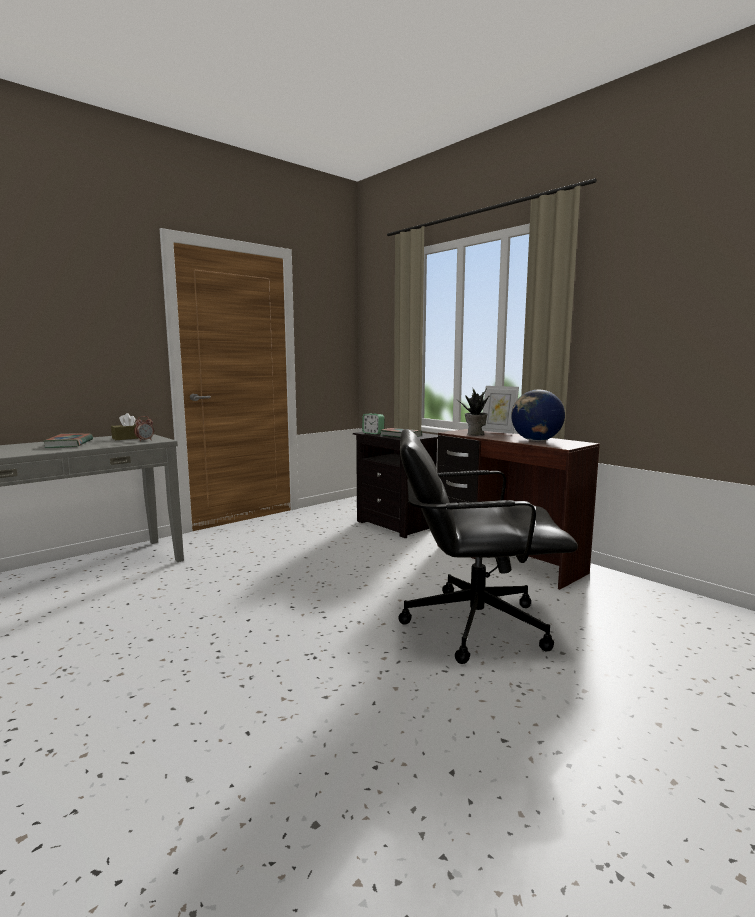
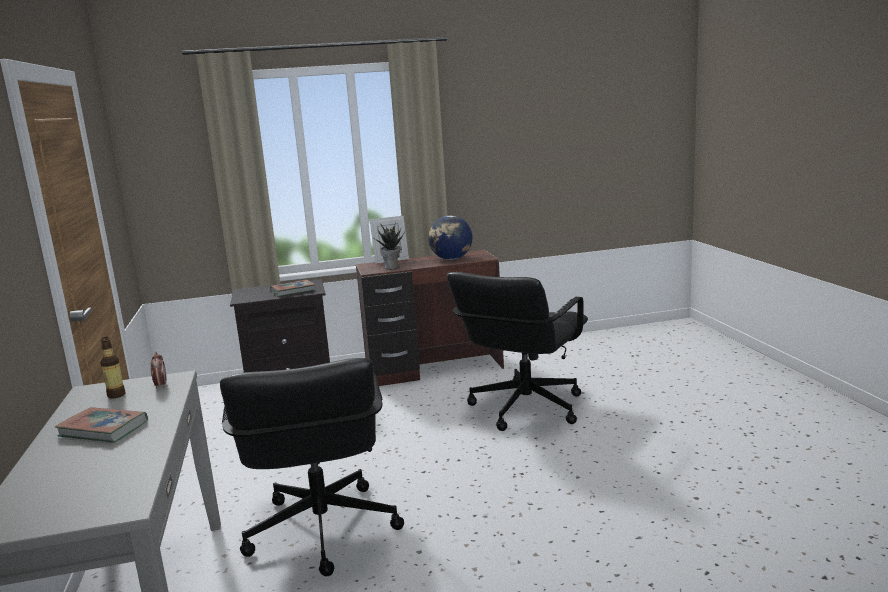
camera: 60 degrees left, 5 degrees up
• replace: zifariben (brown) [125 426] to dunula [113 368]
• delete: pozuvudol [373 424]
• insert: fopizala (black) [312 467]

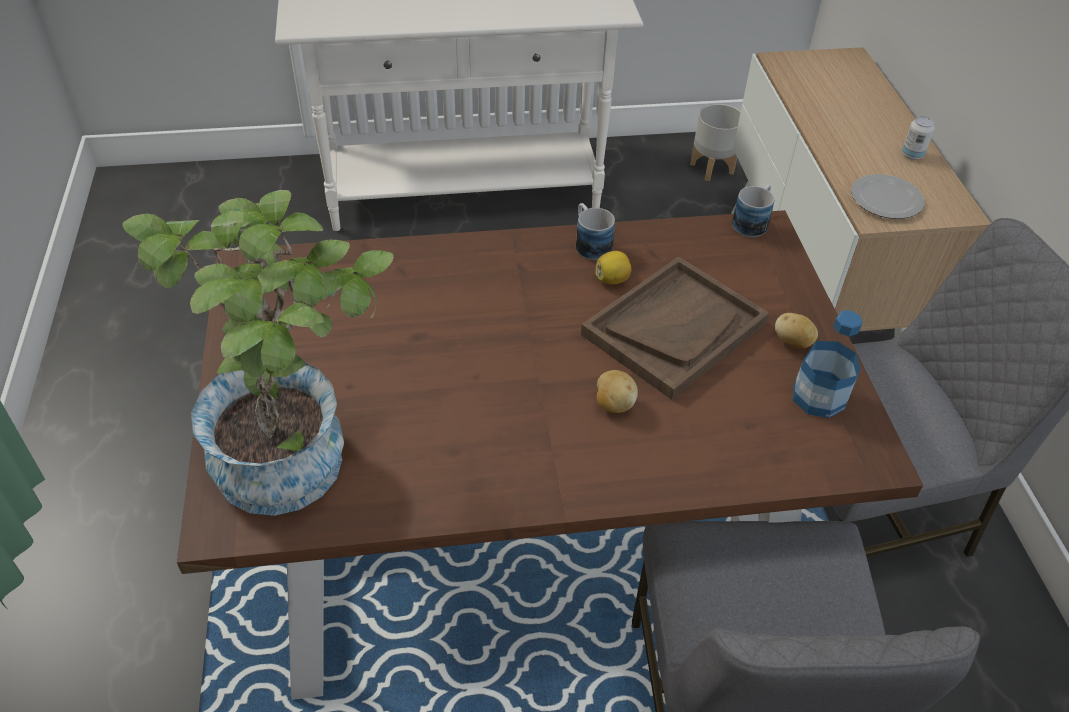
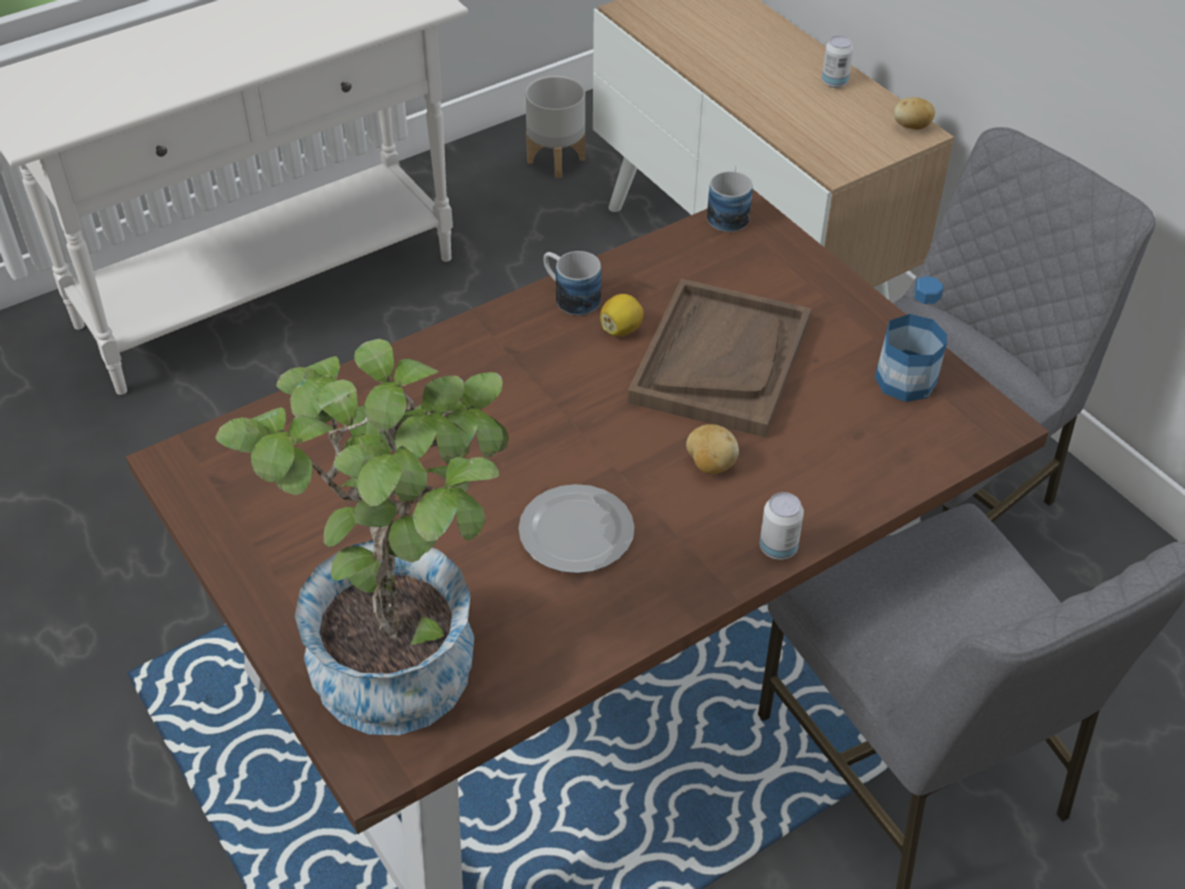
camera: 25 degrees left, 0 degrees up
• move: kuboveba [796 331] to [914 113]
• move: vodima [888 196] to [576 528]
• insert: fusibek [781 526]

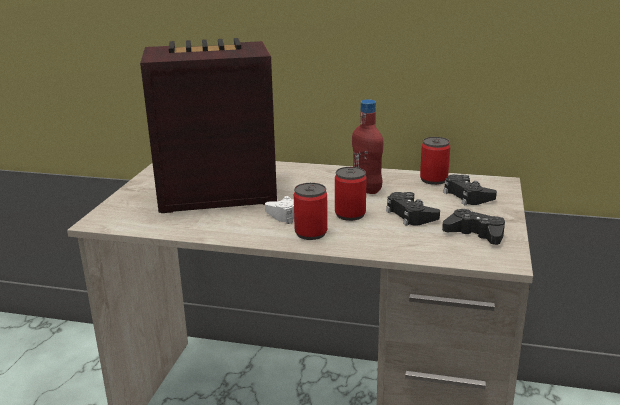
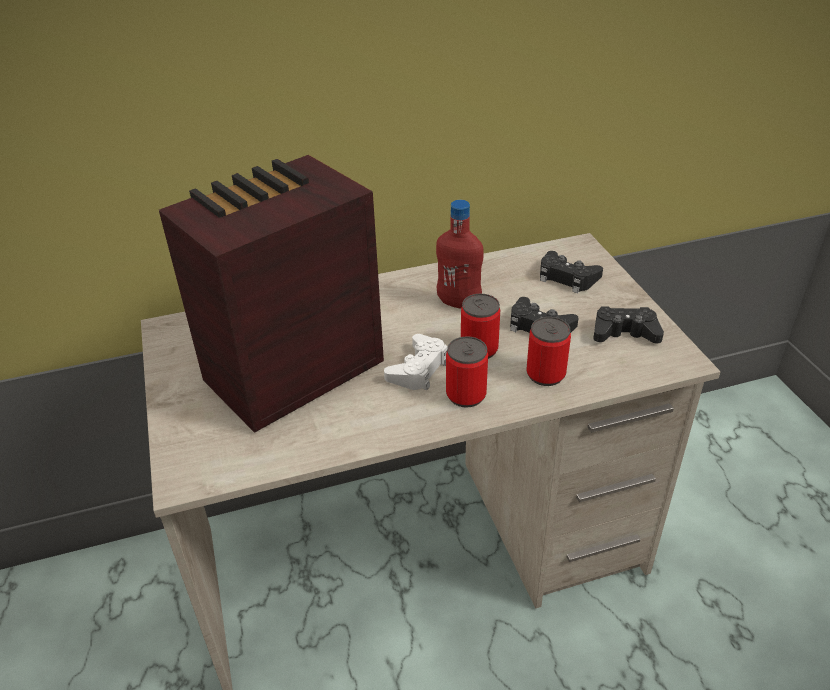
camera: 30 degrees left, 15 degrees up
• move: fusibek [435 161] to [549 351]

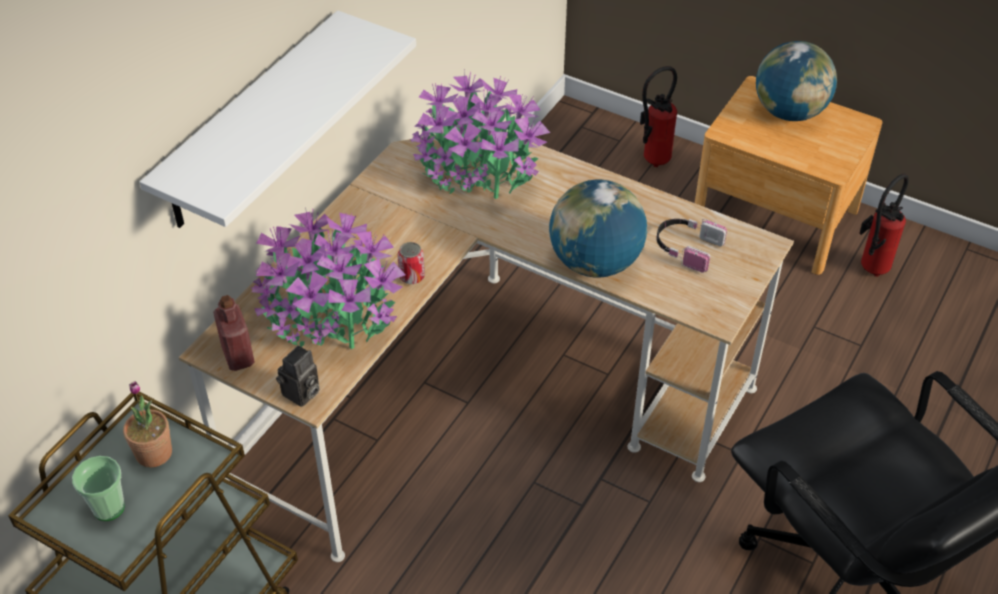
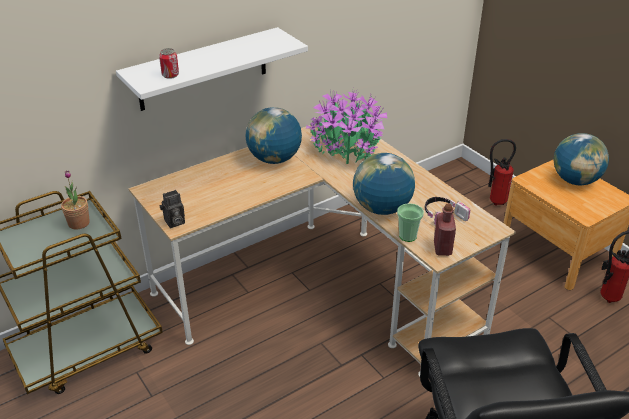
camera: 25 degrees right, 10 degrees down
• move: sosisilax [98 488] to [410 222]
• move: dunula (red) [234 333] to [445 230]
• delete: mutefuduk [328 278]
• move: fusibek [411 263] to [169 63]
• insert: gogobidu [274 135]

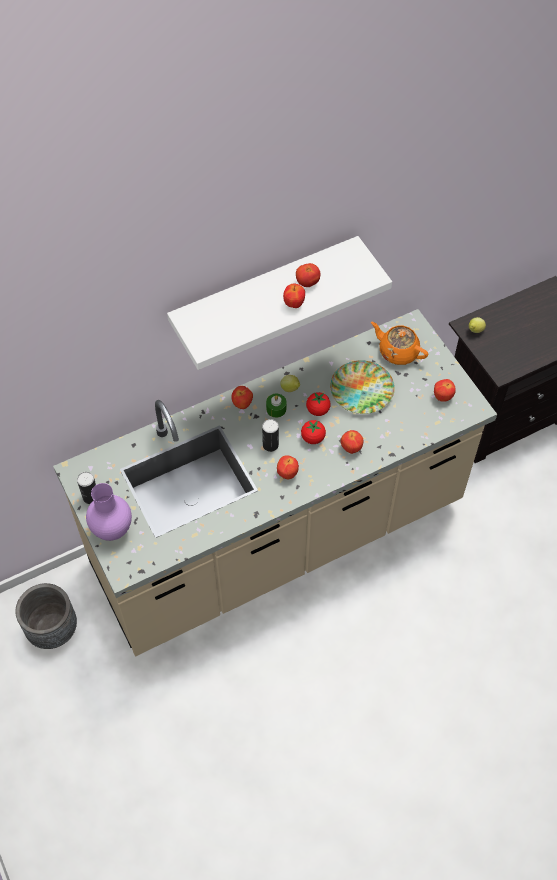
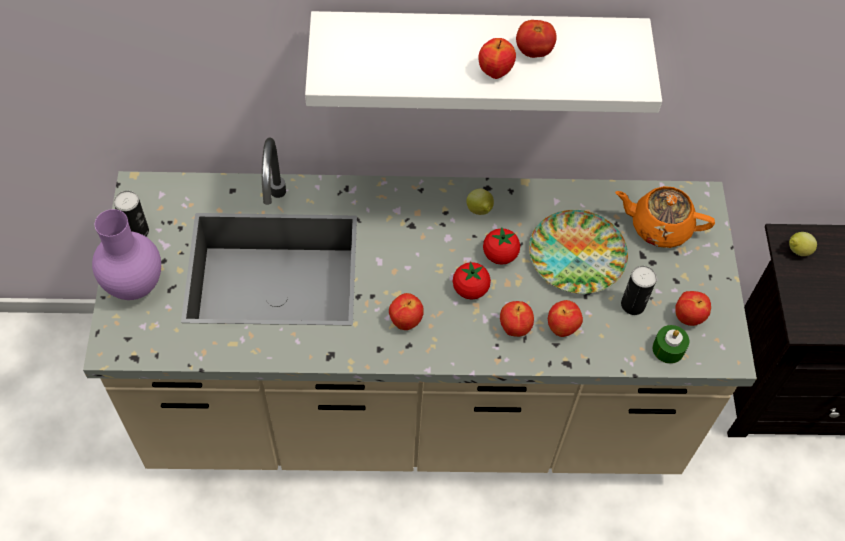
camera: 25 degrees right, 0 degrees up
• delete: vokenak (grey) [46 616]
• move: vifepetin [242 397] to [565 318]
• move: fusibek [270 435] to [639 290]
• move: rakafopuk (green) [276 406] to [670 344]
• rotate: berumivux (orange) [399 343] = [665 217] 45 degrees counterclockwise

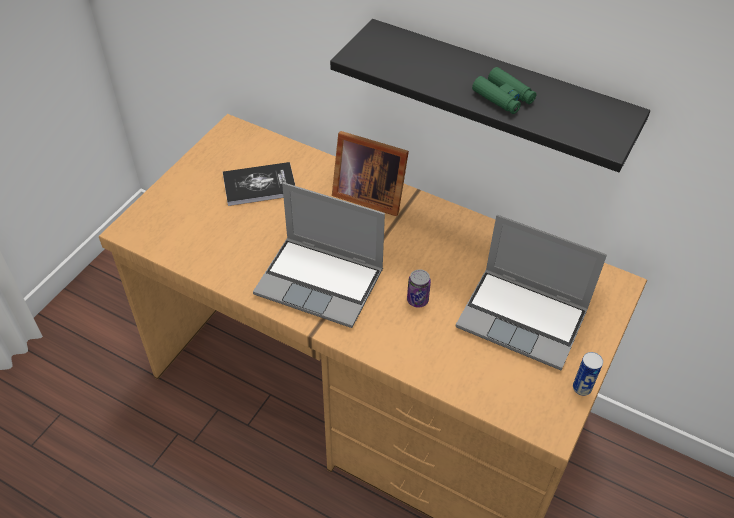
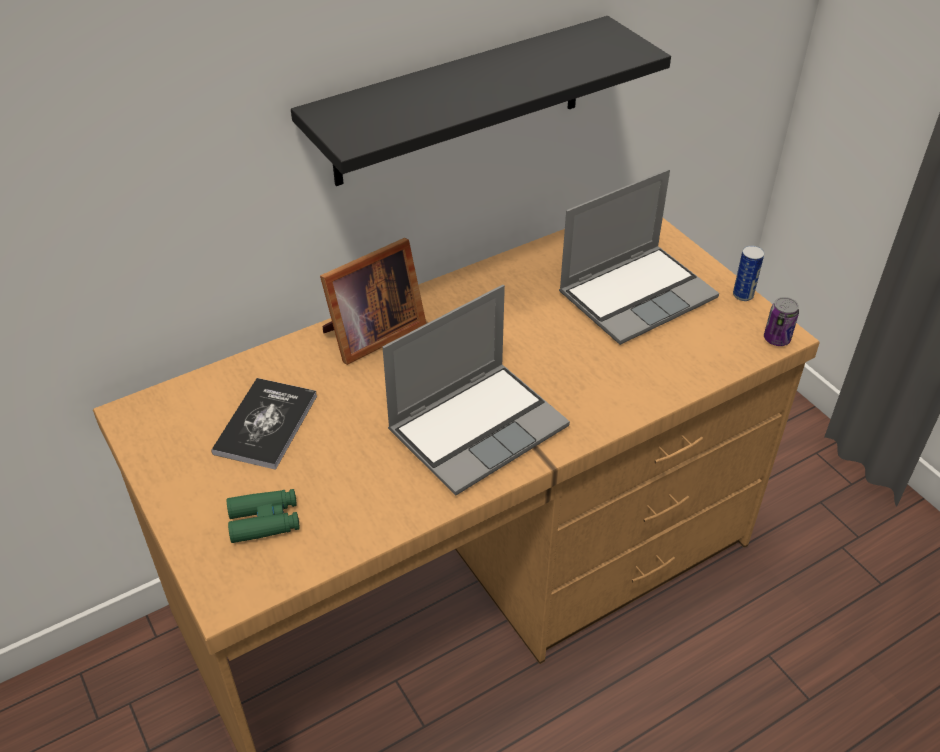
camera: 60 degrees left, 5 degrees down
• move: fusibek [419 288] to [781 321]
• move: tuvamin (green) [504 90] to [263 516]

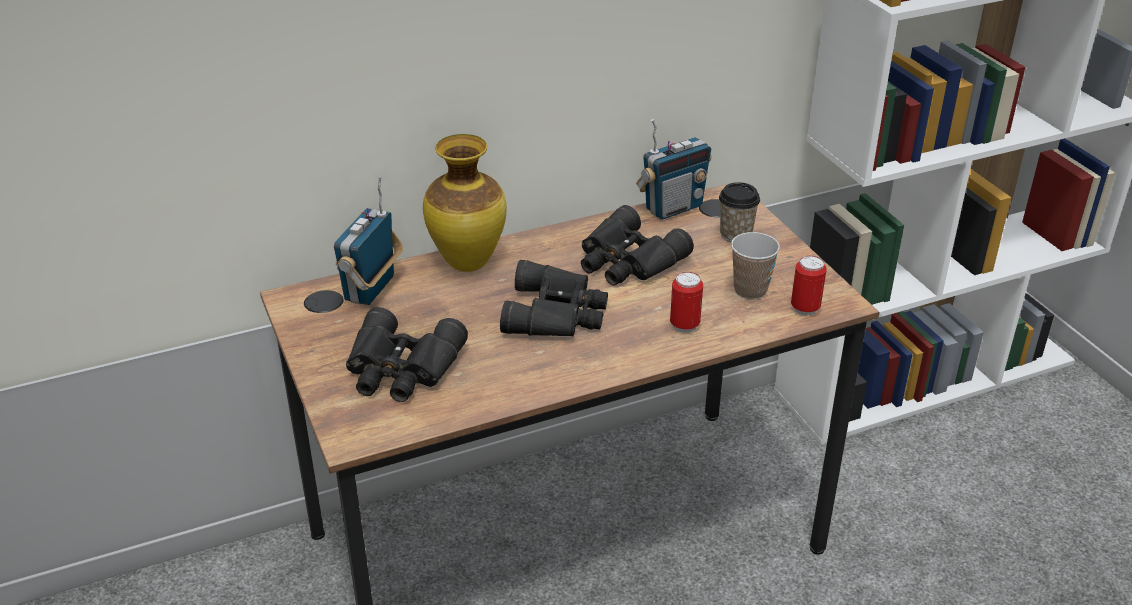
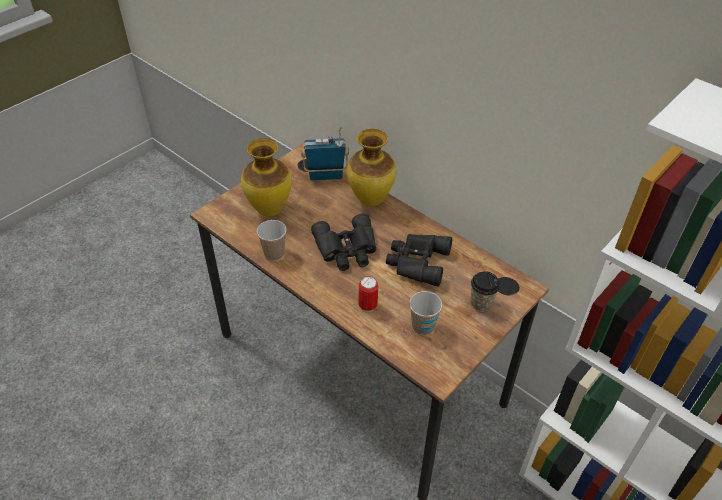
camera: 65 degrees right, 10 degrees up
• replace: tuvamin (black) [407 354] to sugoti [266 177]
• delete: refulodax [673 169]
• delete: fusibek [809 286]
• insert: sosisilax [272 240]

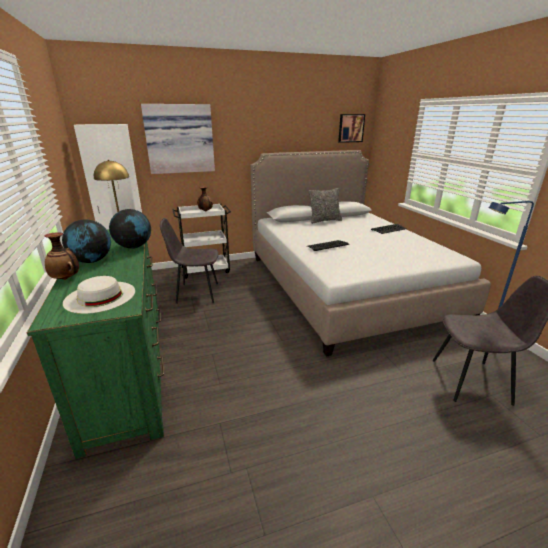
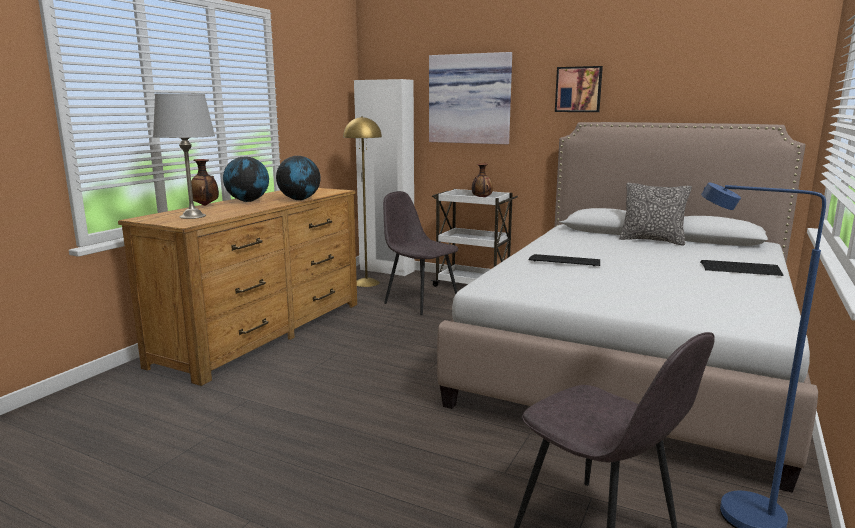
camera: 45 degrees right, 10 degrees down
• recolor: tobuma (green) [95 344] to tobuma (brown) [237 287]
• replace: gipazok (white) [99 295] to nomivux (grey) [184 156]
• move: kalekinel [351 128] to [579 89]

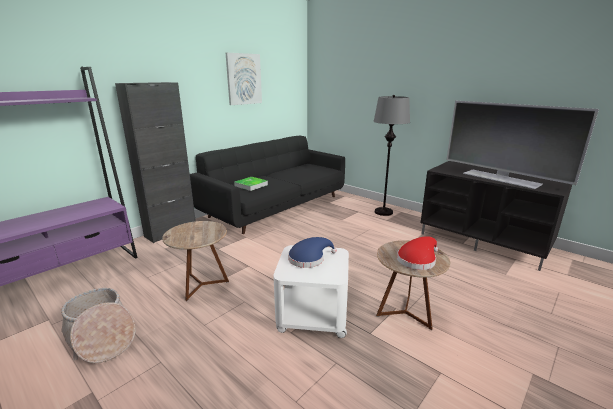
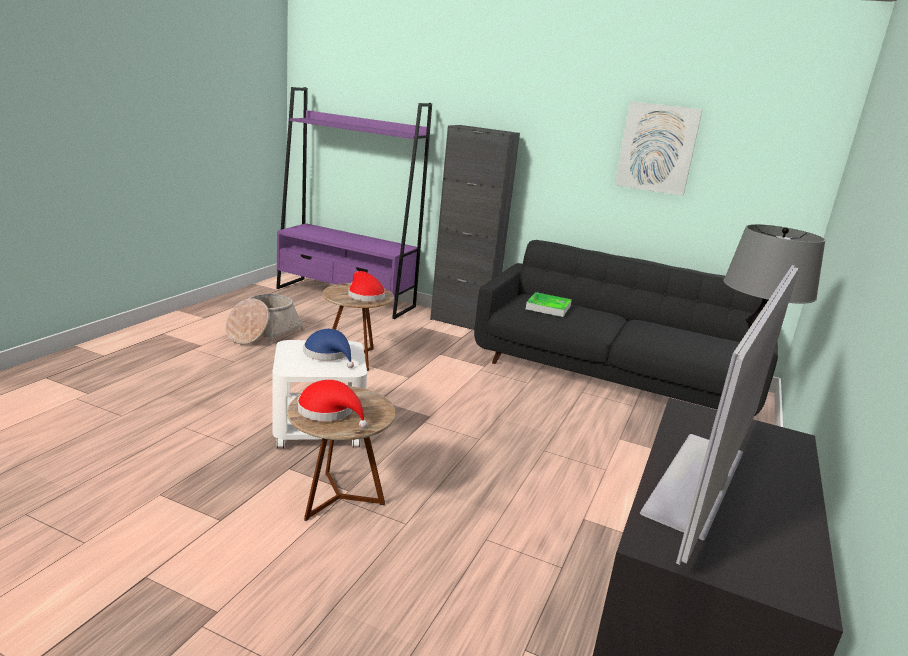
camera: 70 degrees right, 0 degrees up
• insert: gipazok (red) [366 286]

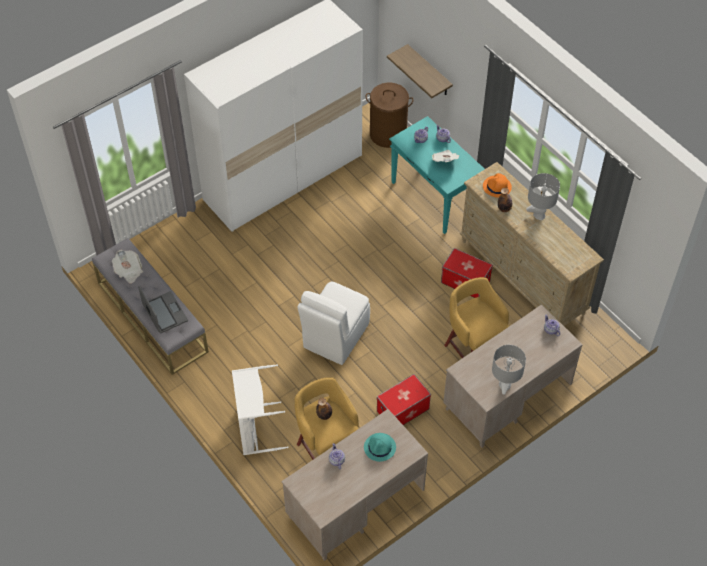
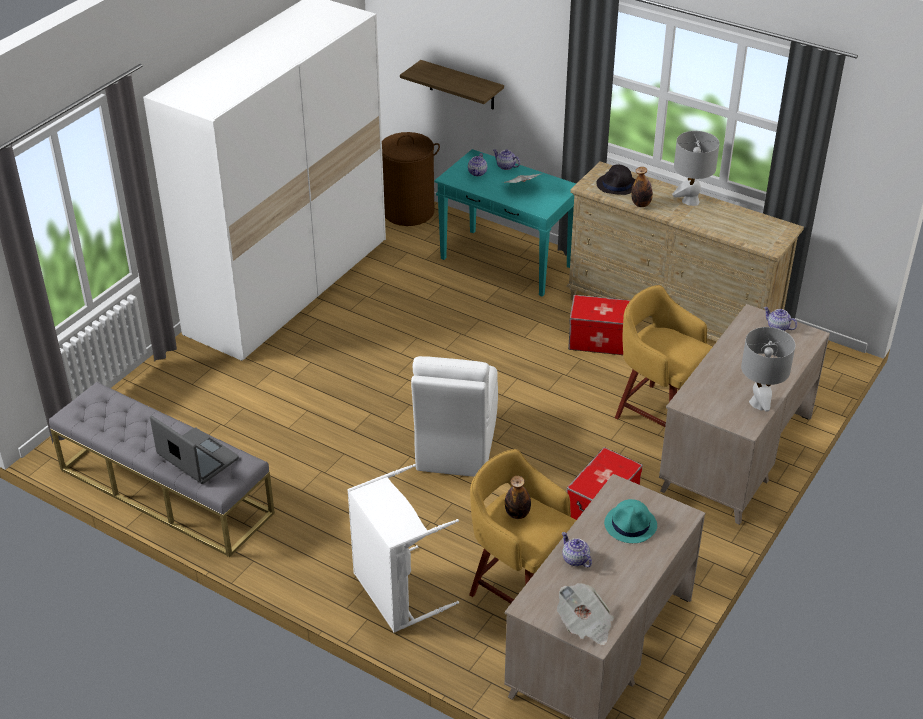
camera: 20 degrees left, 15 degrees down
• move: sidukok [127 266] to [585 614]
• recolor: gipazok (orange) [497 185] to gipazok (black) [615 179]

